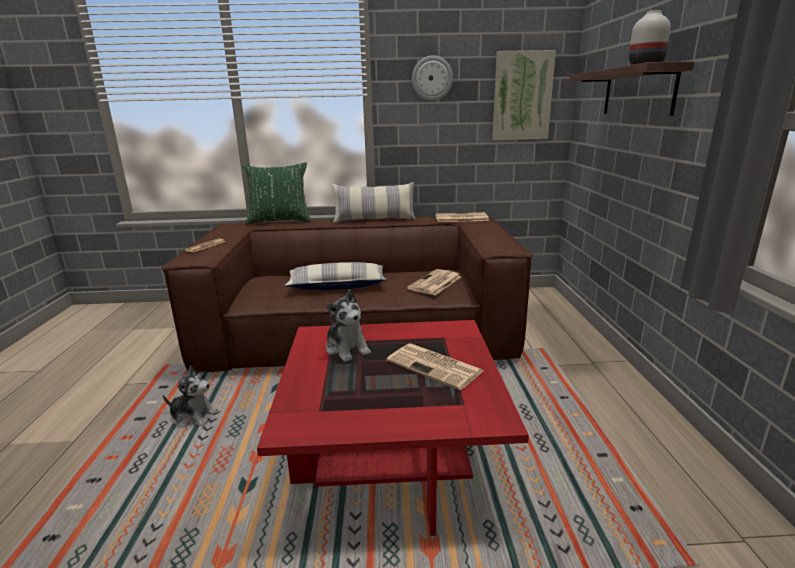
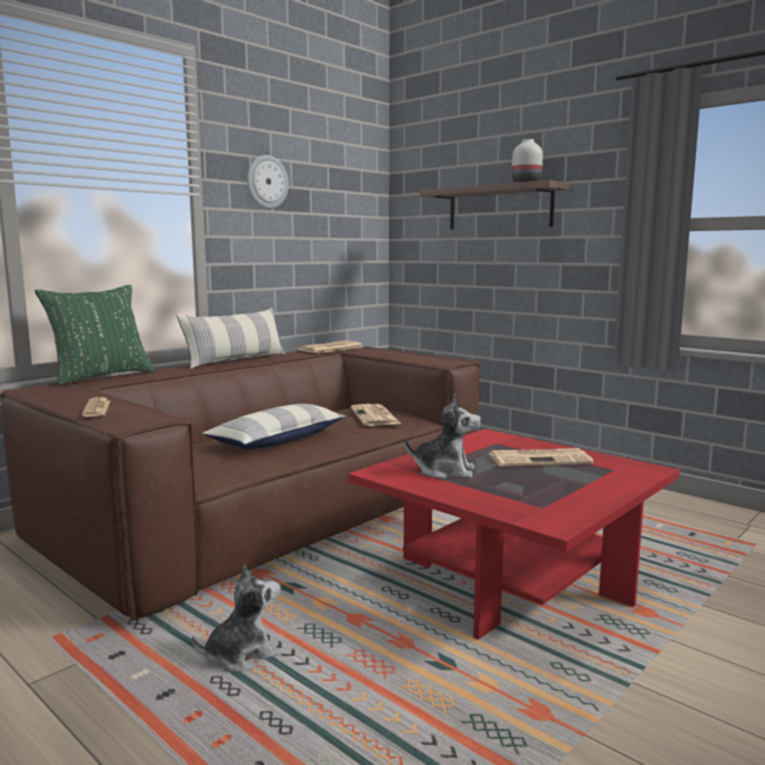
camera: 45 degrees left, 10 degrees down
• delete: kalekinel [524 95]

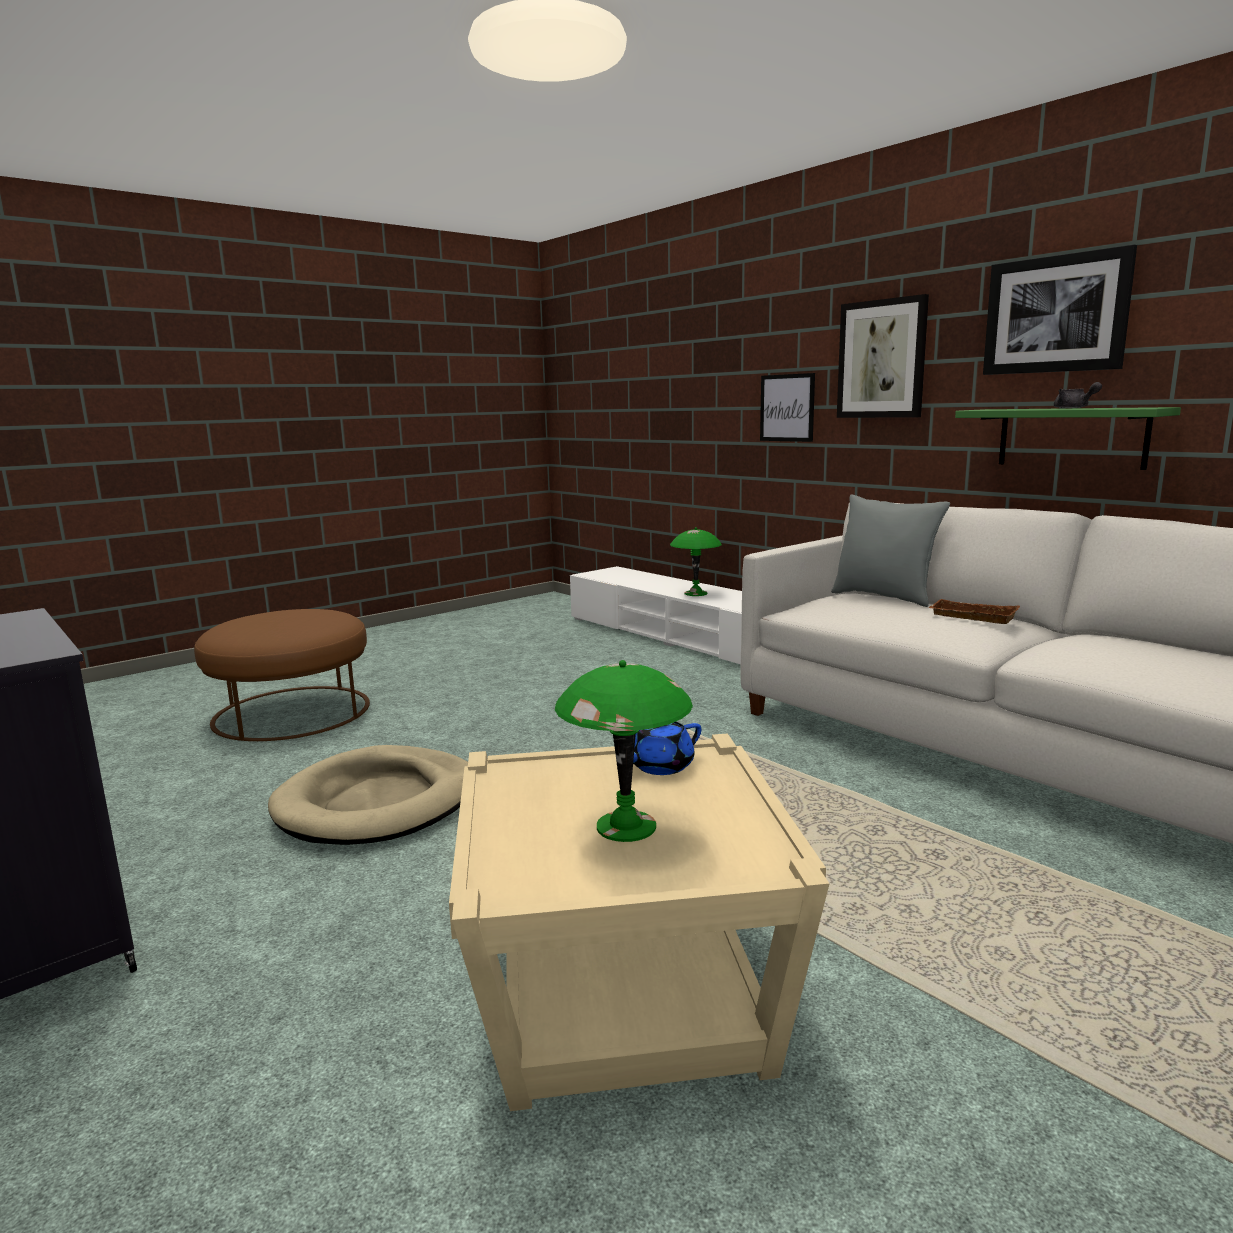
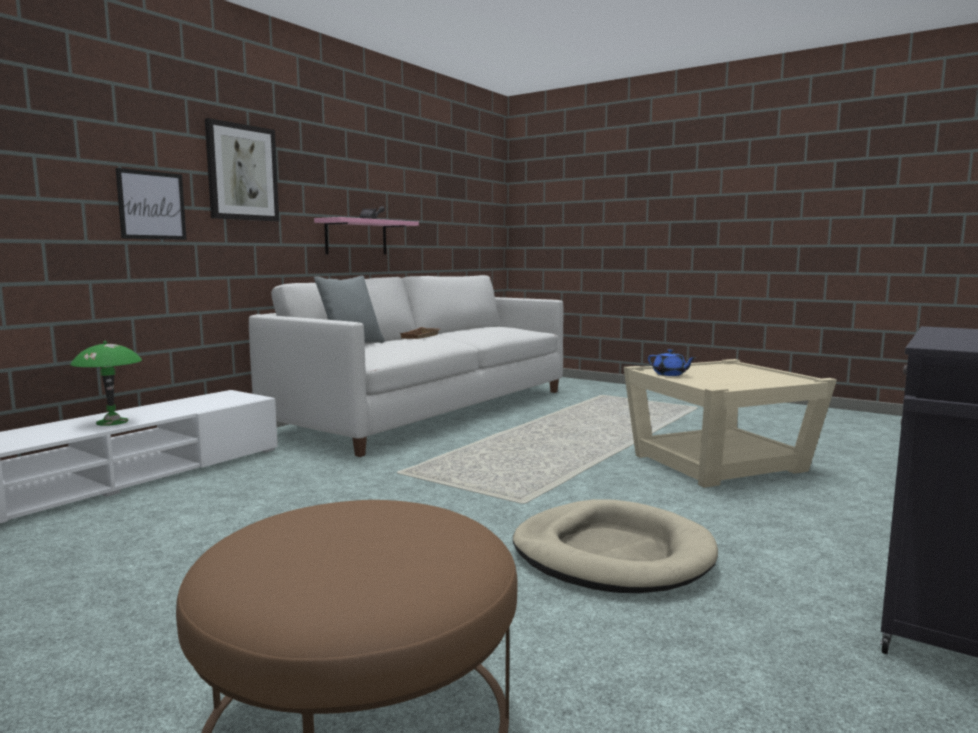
camera: 105 degrees left, 5 degrees down
• delete: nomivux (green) [624 751]
• recolor: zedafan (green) [1068 438] to zedafan (pink) [366 236]
• delete: kalekinel [1060 310]

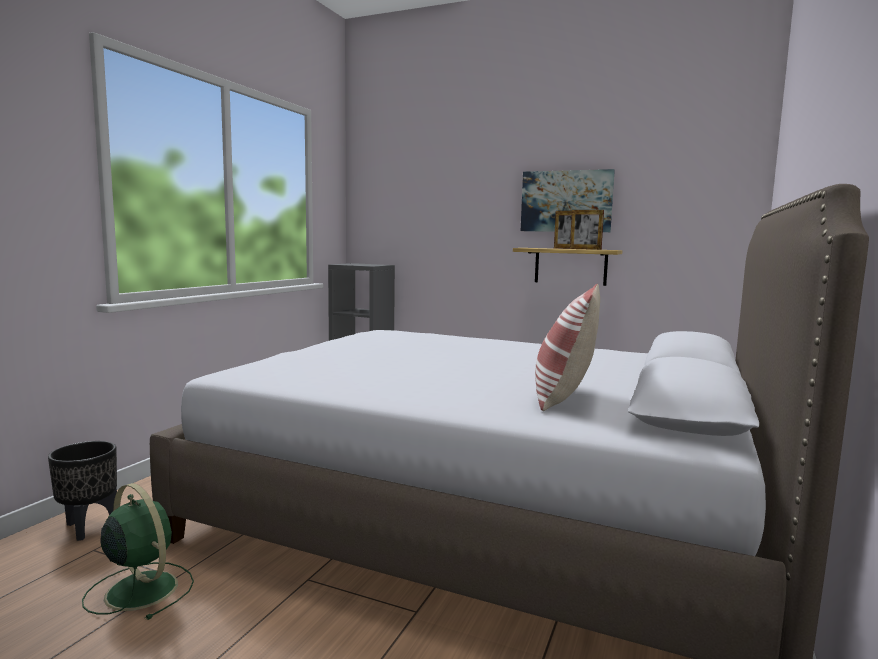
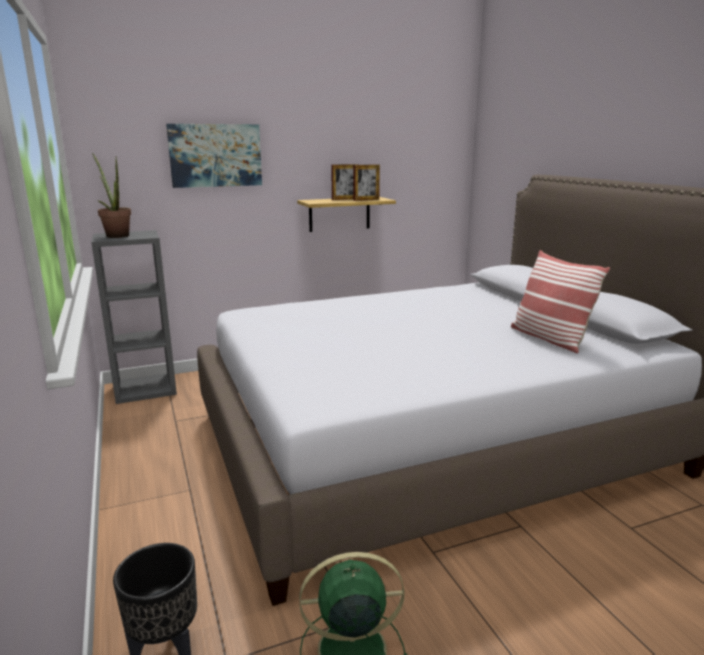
camera: 45 degrees left, 10 degrees up
• move: kalekinel [568 200] to [214 156]
• insert: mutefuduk [111 195]

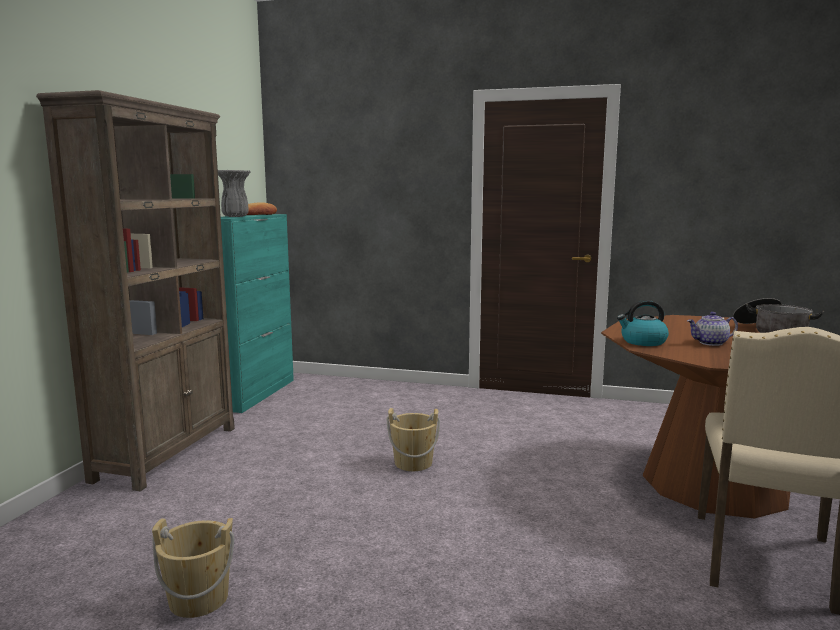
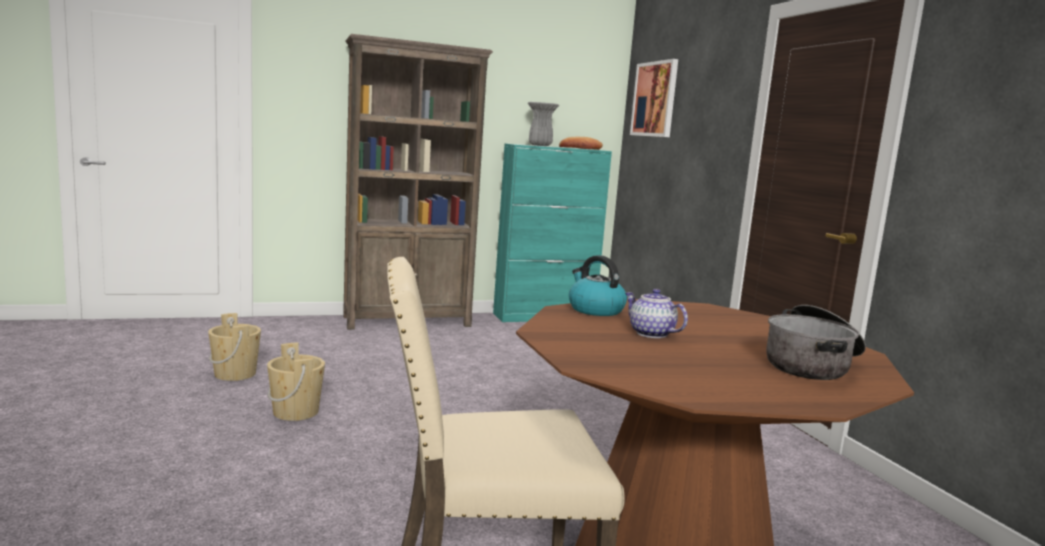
camera: 55 degrees right, 0 degrees up
• move: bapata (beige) [413 439] to [296 382]
• insert: kalekinel [654 98]

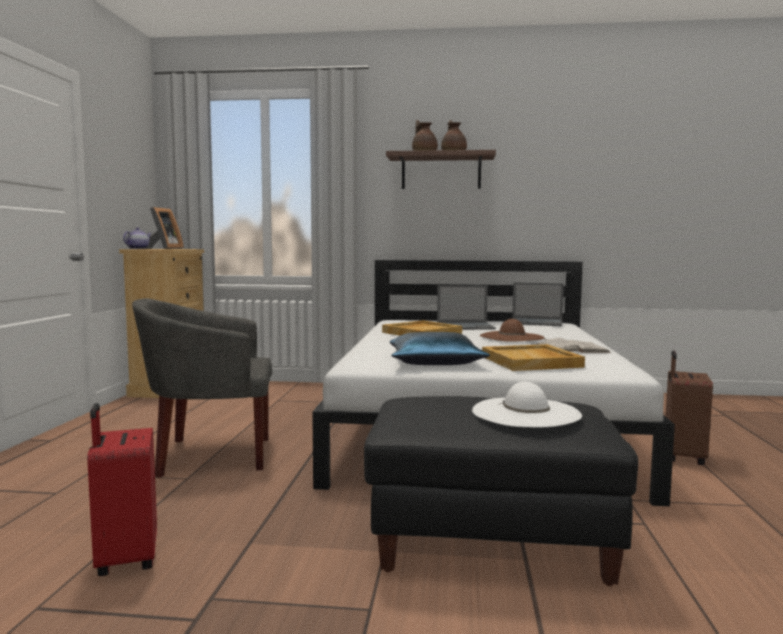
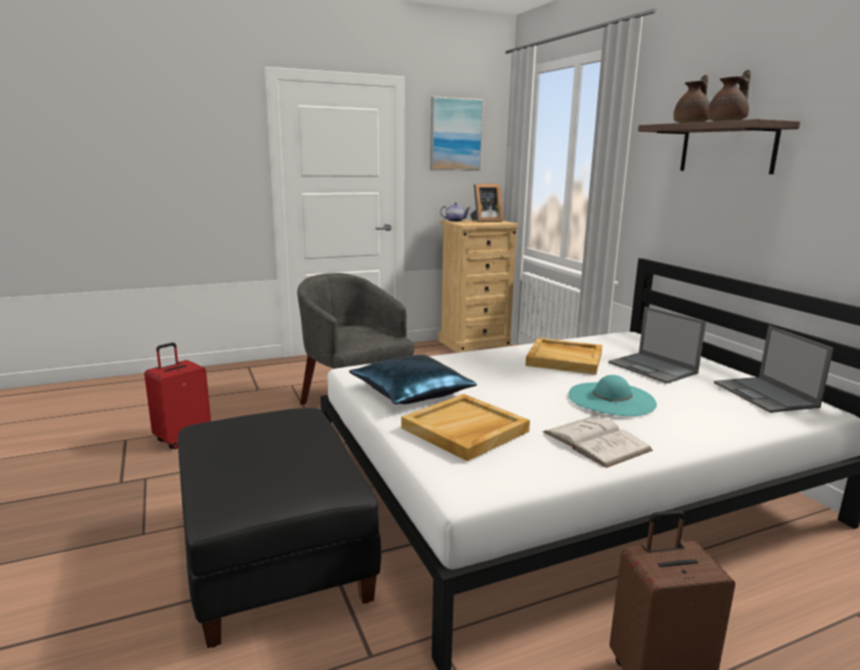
camera: 60 degrees right, 10 degrees up
• delete: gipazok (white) [527 405]
• recolor: gipazok (brown) [512 330] to gipazok (turquoise) [612 395]
• insert: kalekinel [457 133]

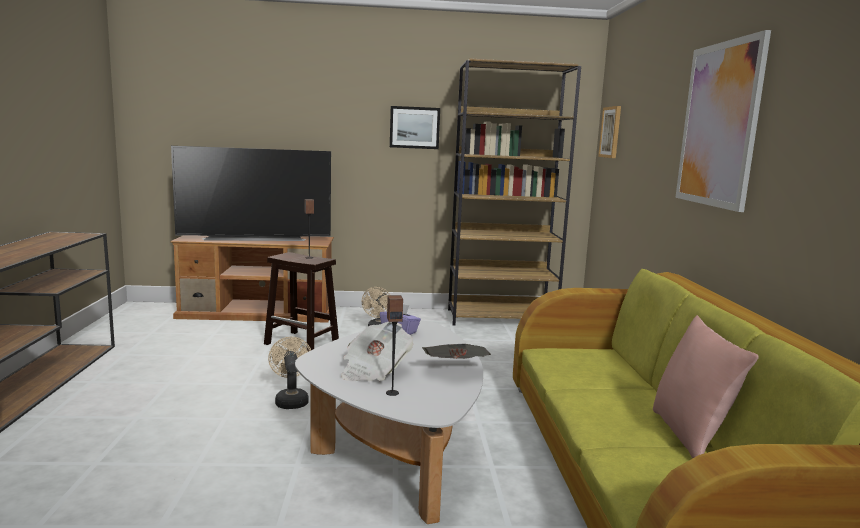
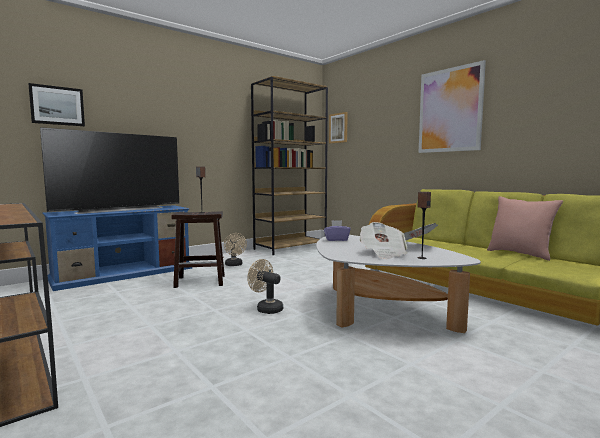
camera: 35 degrees left, 5 degrees down
• recolor: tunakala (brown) [252 279] to tunakala (blue) [117 248]
• move: kalekinel [415 127] to [56 104]

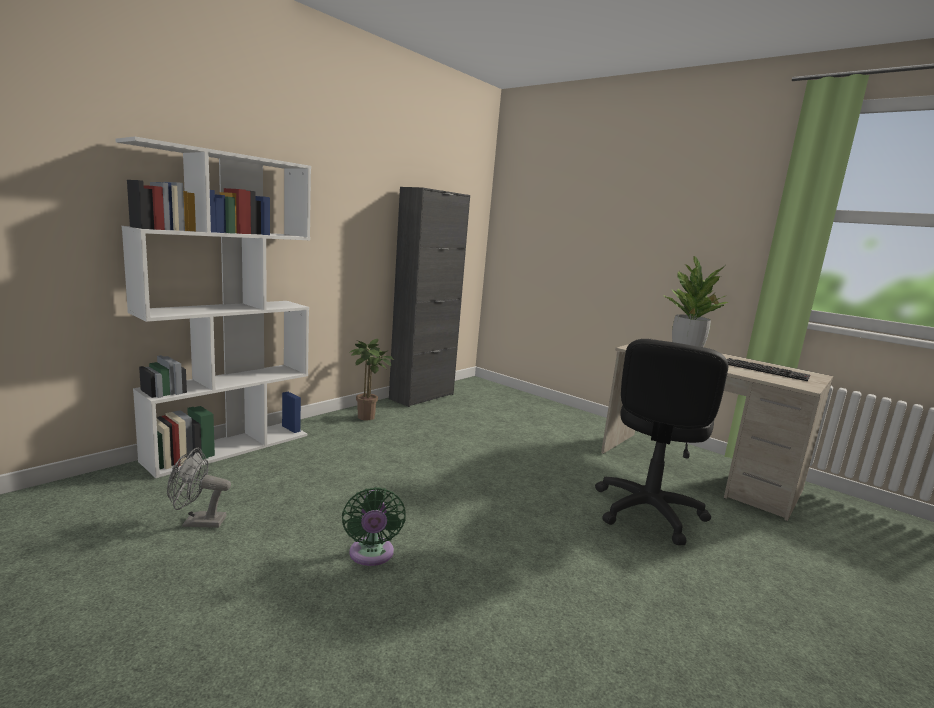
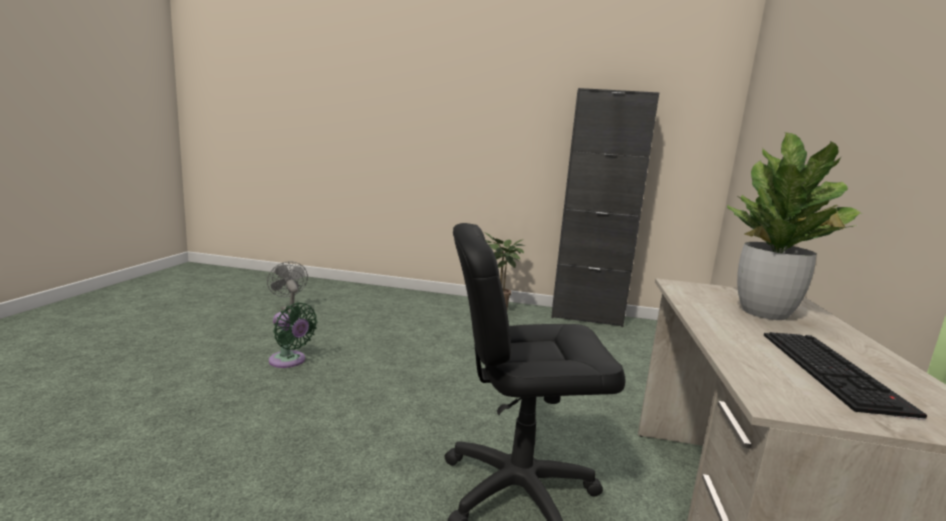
camera: 60 degrees right, 0 degrees up
• delete: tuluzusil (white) [213 307]
• rotate: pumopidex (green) [374 526] = [293 335] 105 degrees counterclockwise

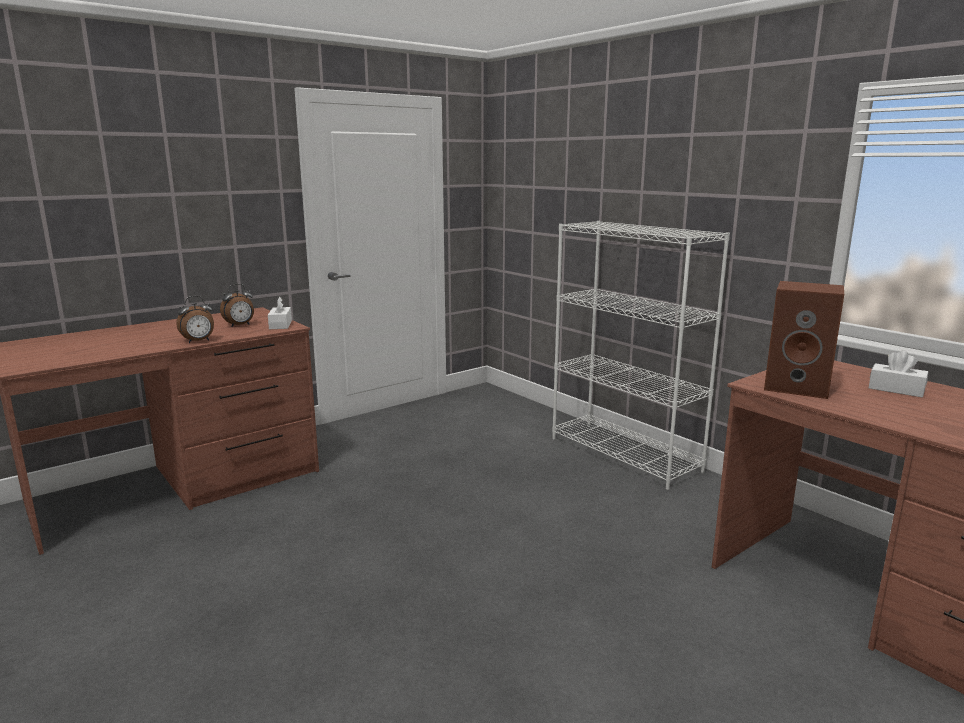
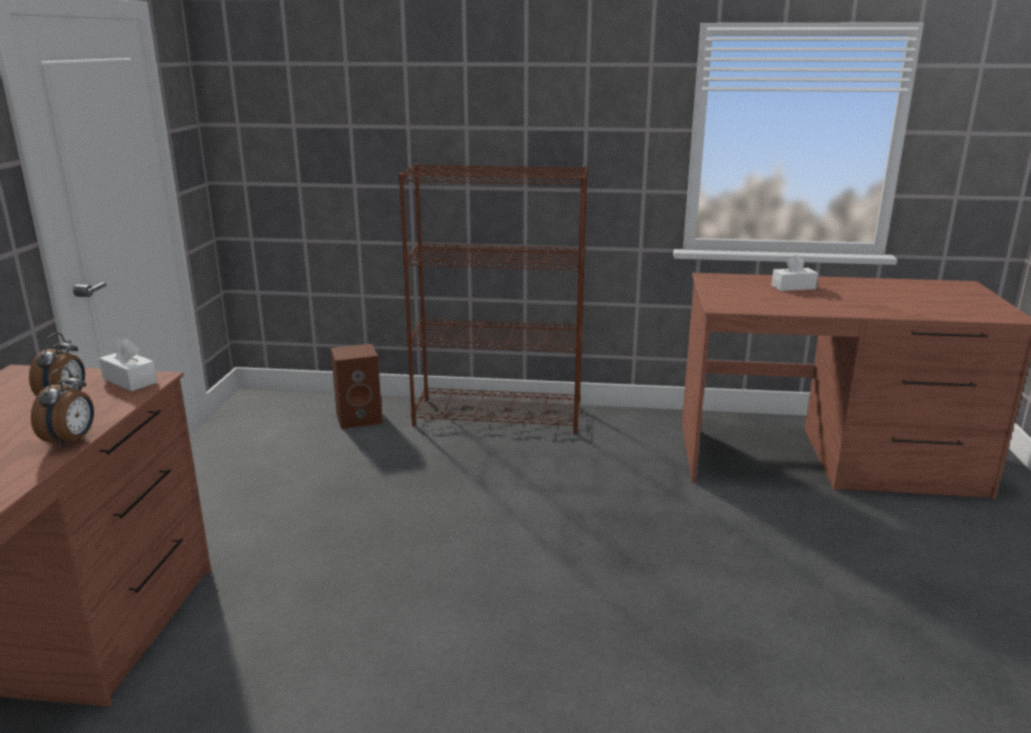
camera: 45 degrees left, 5 degrees up
• recolor: tuluzusil (white) [641 355] to tuluzusil (brown) [493 299]
• move: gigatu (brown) [804 340] to [356 386]

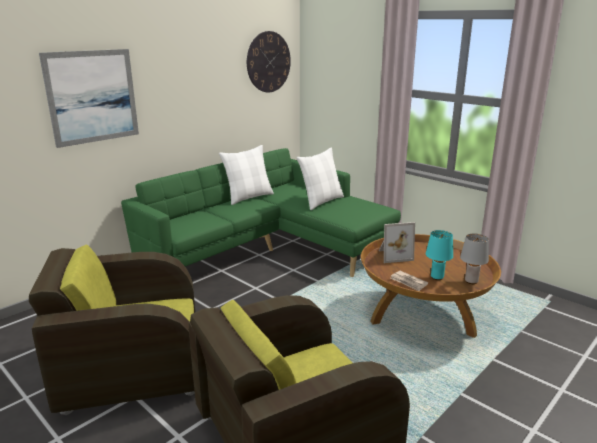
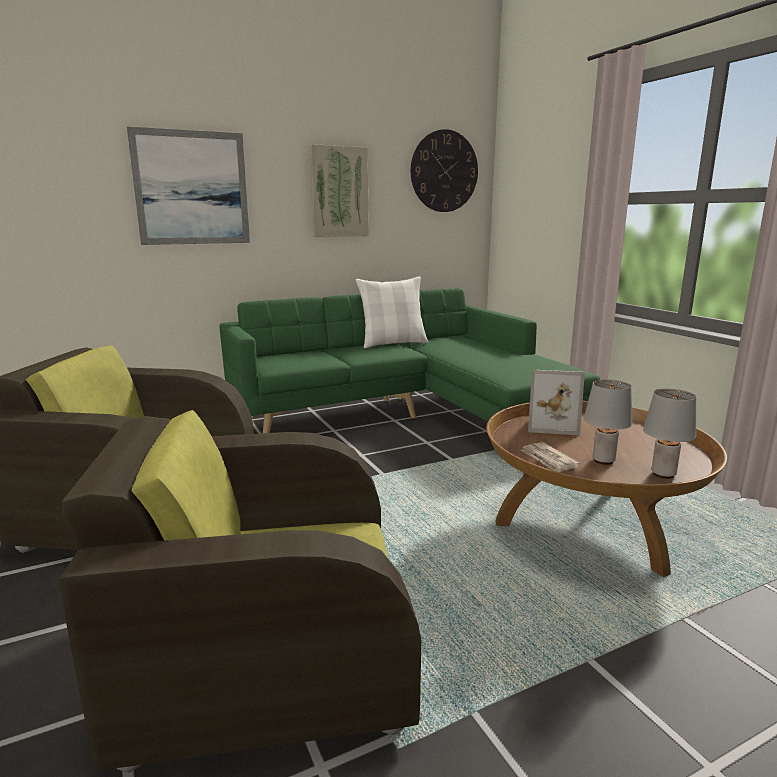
camera: 20 degrees right, 5 degrees down
• delete: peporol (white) [320 179]
• recolor: nomivux (turquoise) [439 255] to nomivux (grey) [608 422]
• insert: kalekinel [339 190]

